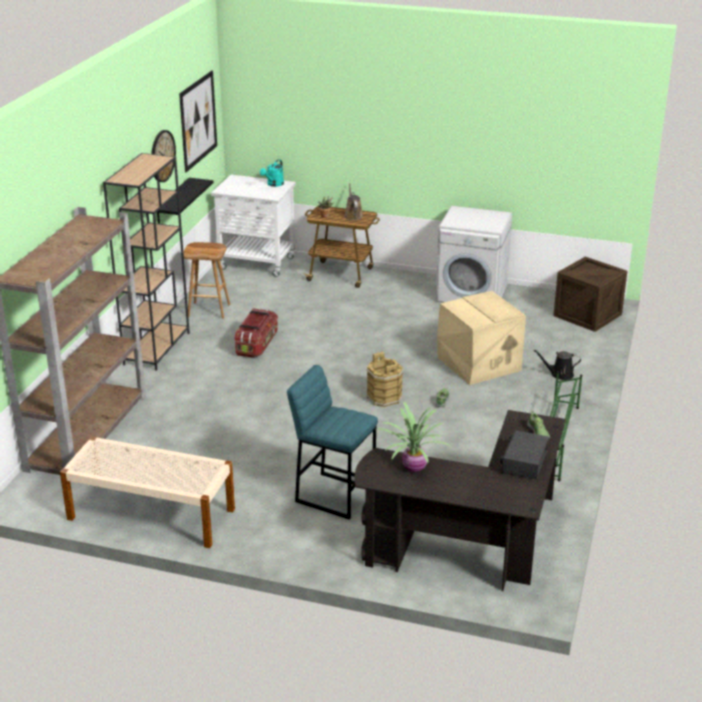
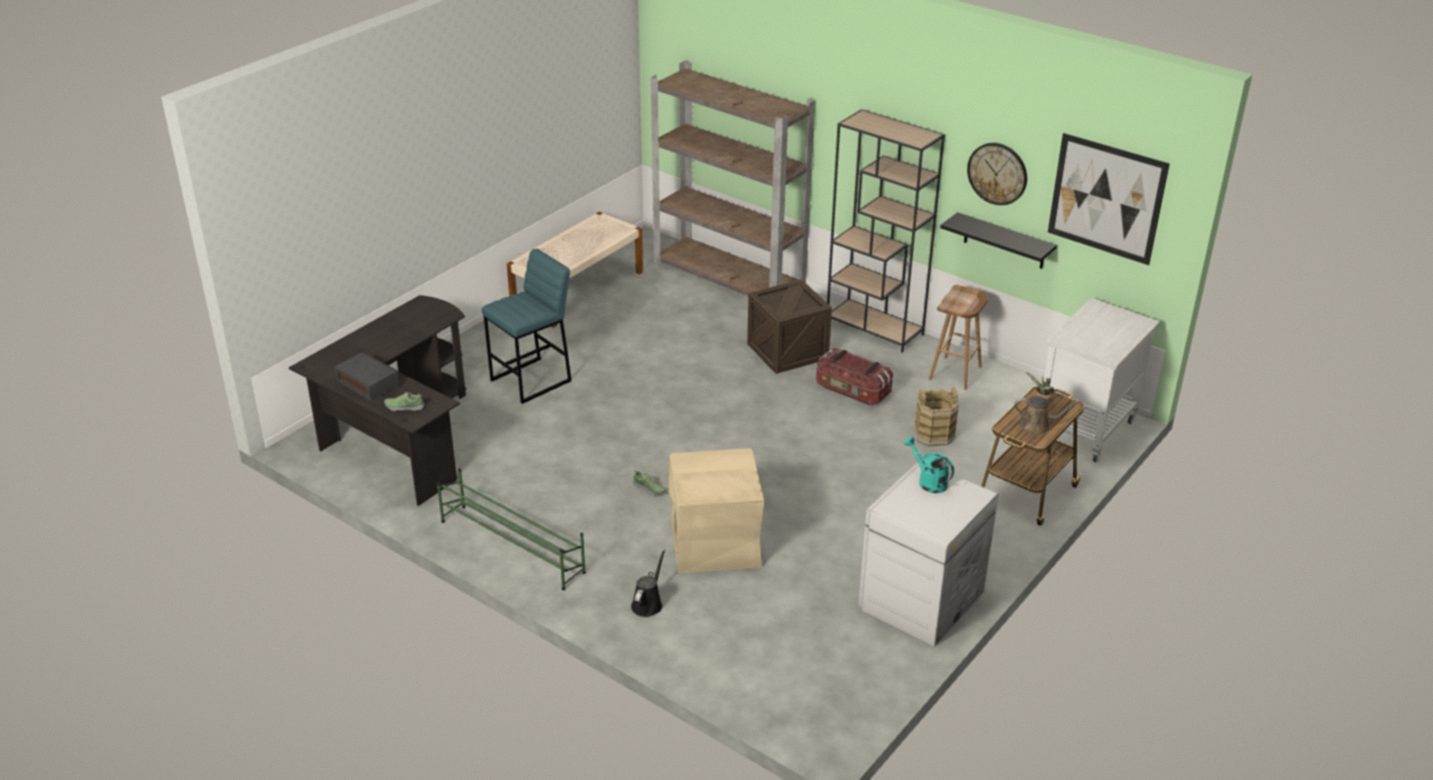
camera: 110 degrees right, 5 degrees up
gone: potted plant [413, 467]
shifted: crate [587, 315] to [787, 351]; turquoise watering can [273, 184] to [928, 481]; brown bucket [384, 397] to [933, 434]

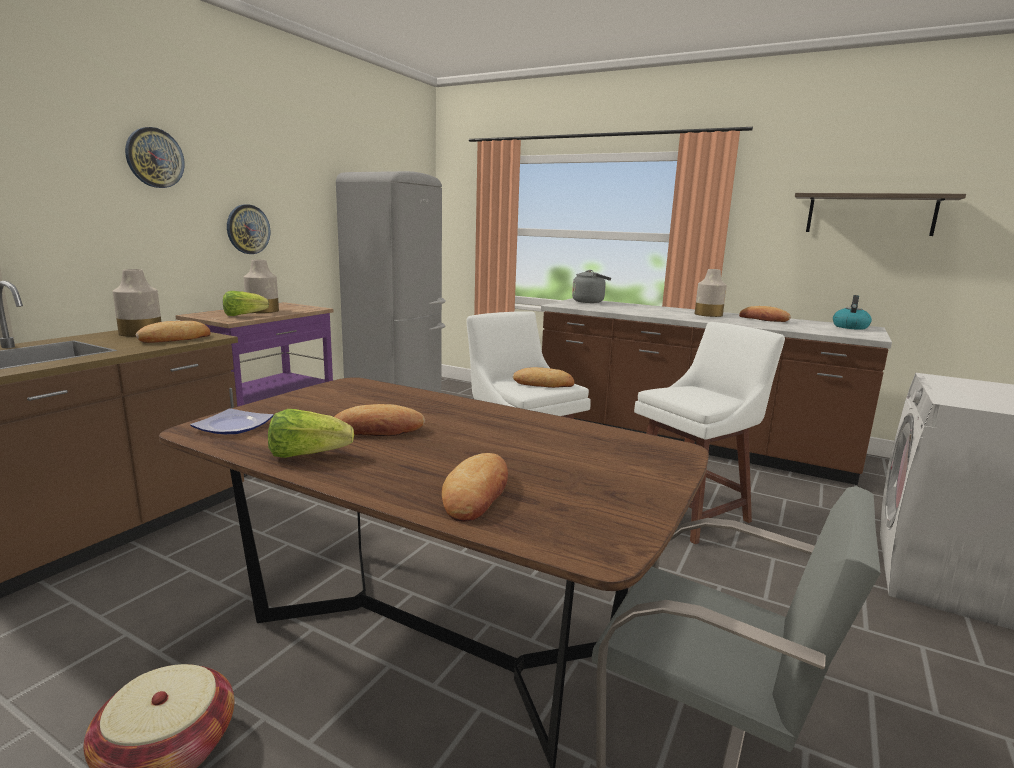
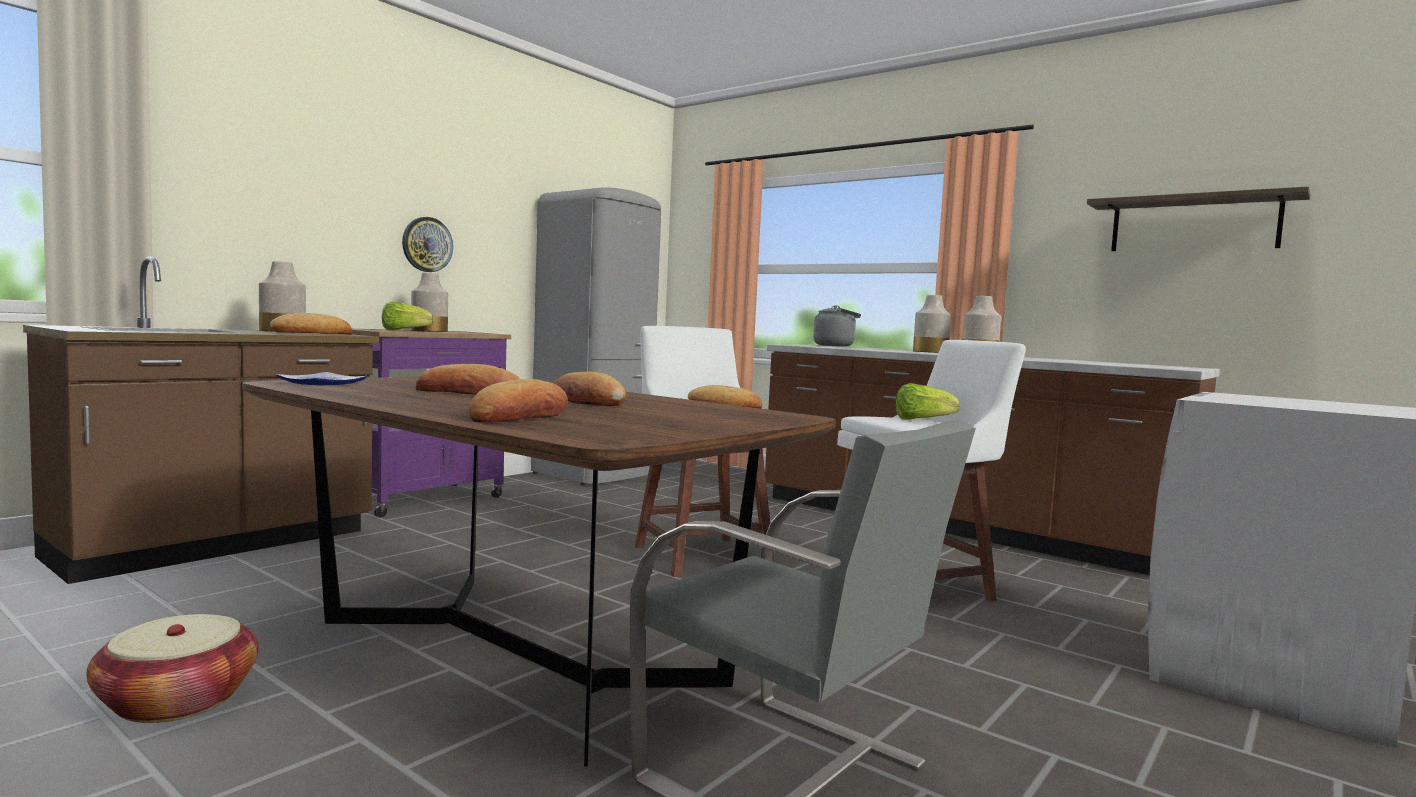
camera: 10 degrees right, 10 degrees down
gone: wall clock [154, 158]; kettle [850, 327]
new: beige vase [930, 352]
shifted: bread [763, 319] to [587, 401]; lettuce [307, 455] to [921, 420]

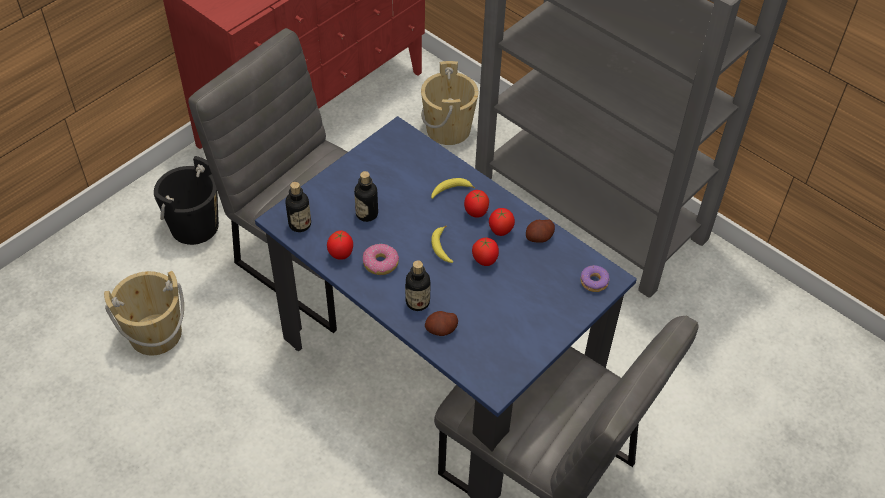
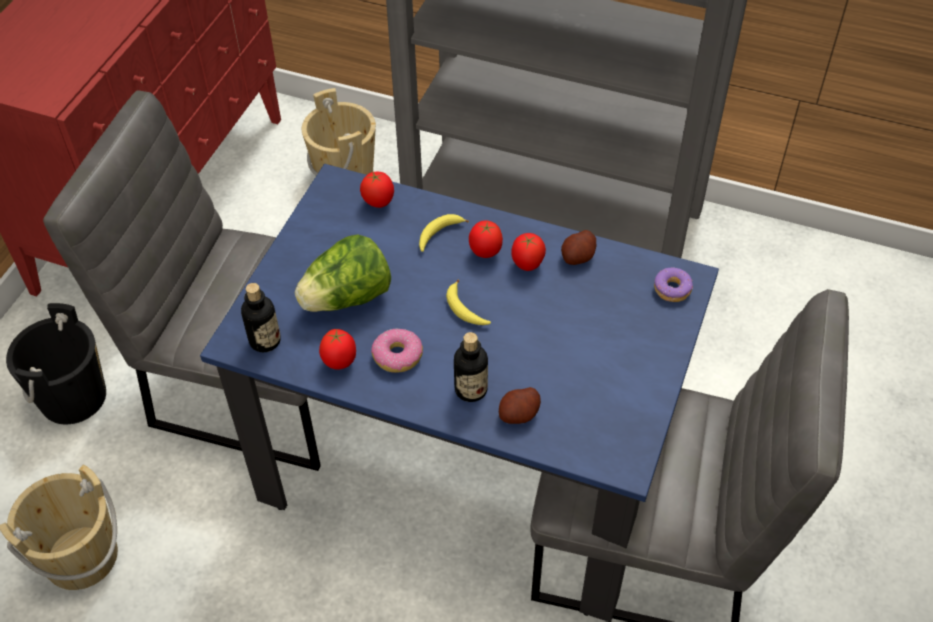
camera: 20 degrees left, 0 degrees up
shifted: tomato [485, 261] to [378, 202]
swapped: bottle [367, 214] to lettuce [347, 298]

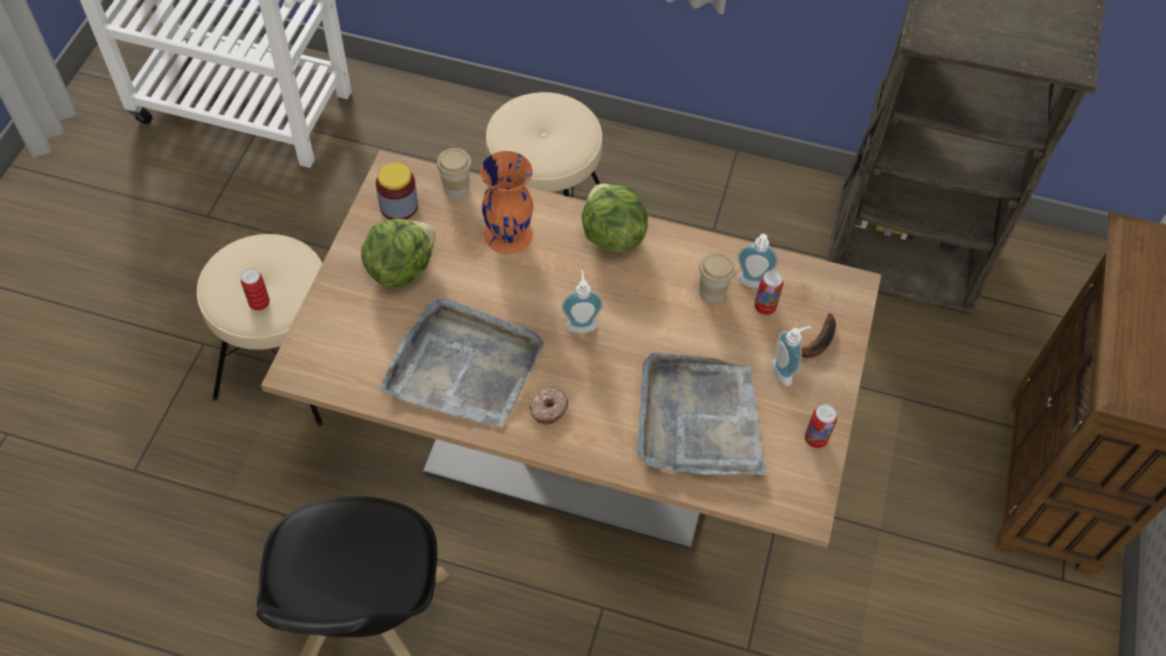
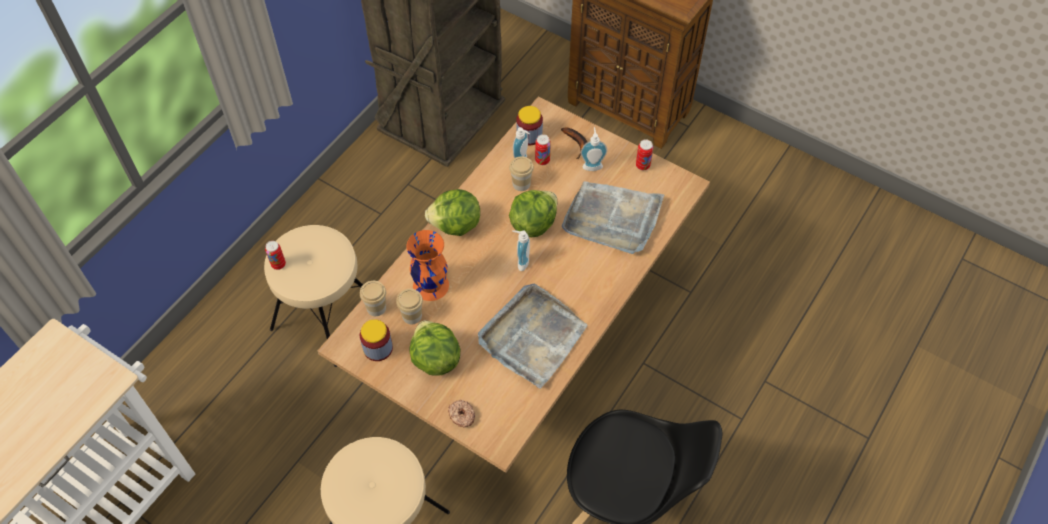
camera: 70 degrees left, 0 degrees up
new: cup [412, 316]; lettuce [533, 224]; jar [529, 135]
shifted: can [259, 303] to [278, 264]; donut [548, 408] to [461, 416]

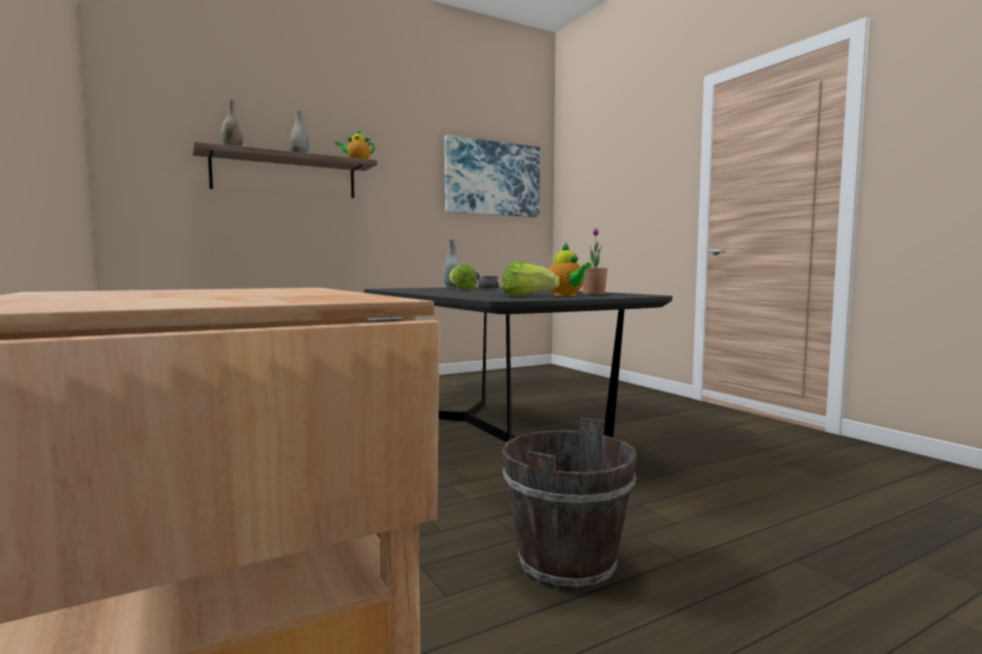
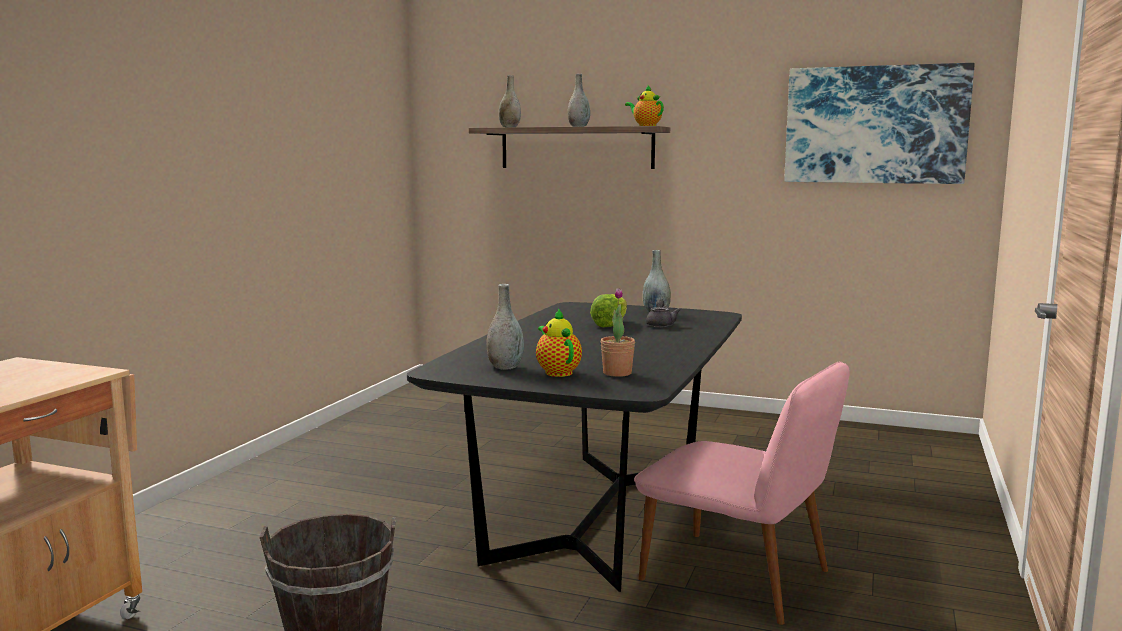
camera: 50 degrees right, 5 degrees up
new: pink chair [734, 575]
swapped: lettuce [528, 296] to grey vase [505, 367]
rotated: teapot [566, 295] = [557, 372] 135 degrees clockwise

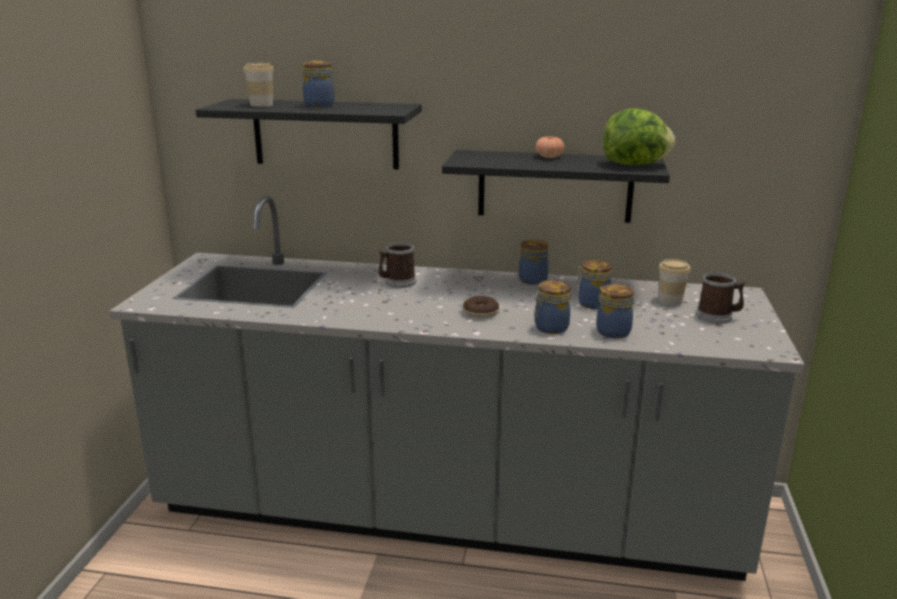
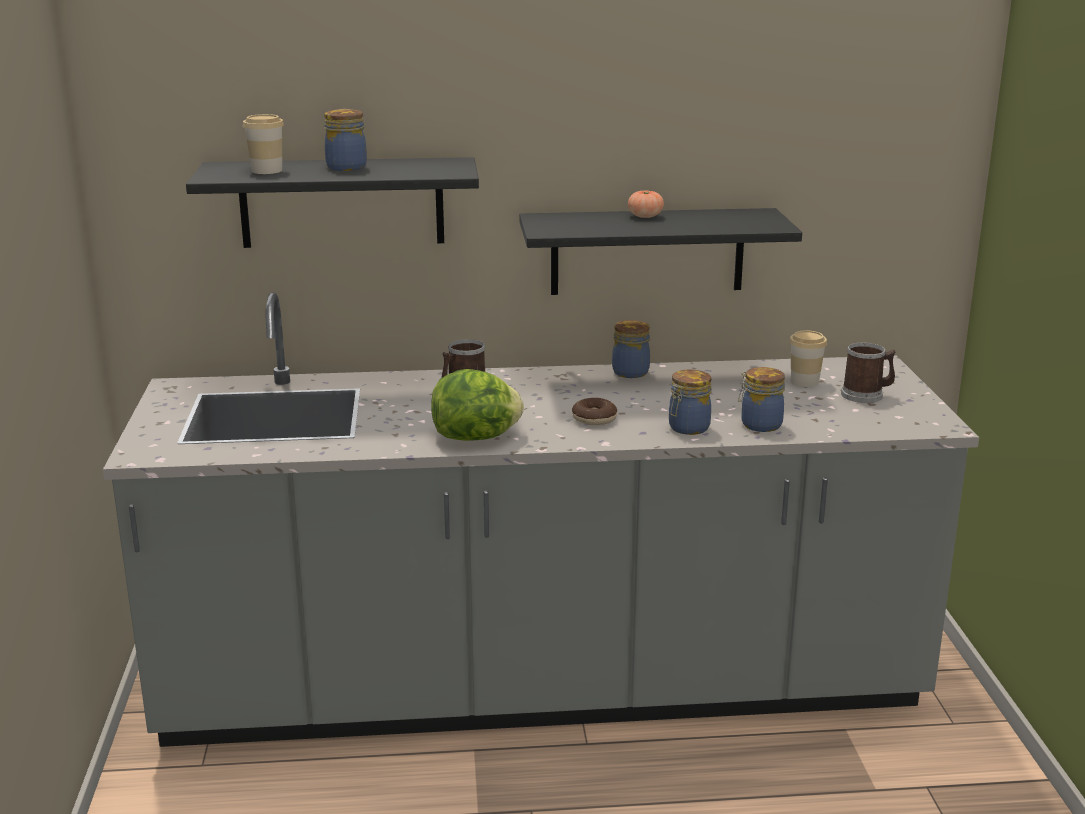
camera: 15 degrees left, 0 degrees up
gone: jar [592, 304]
shifted: lettuce [635, 164] to [476, 438]

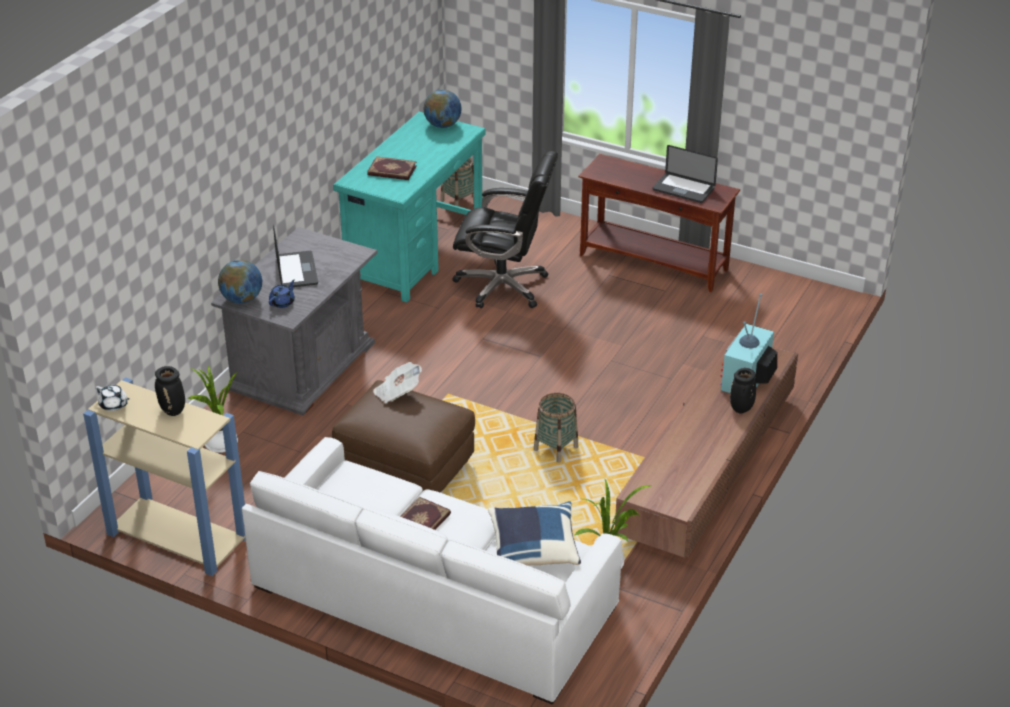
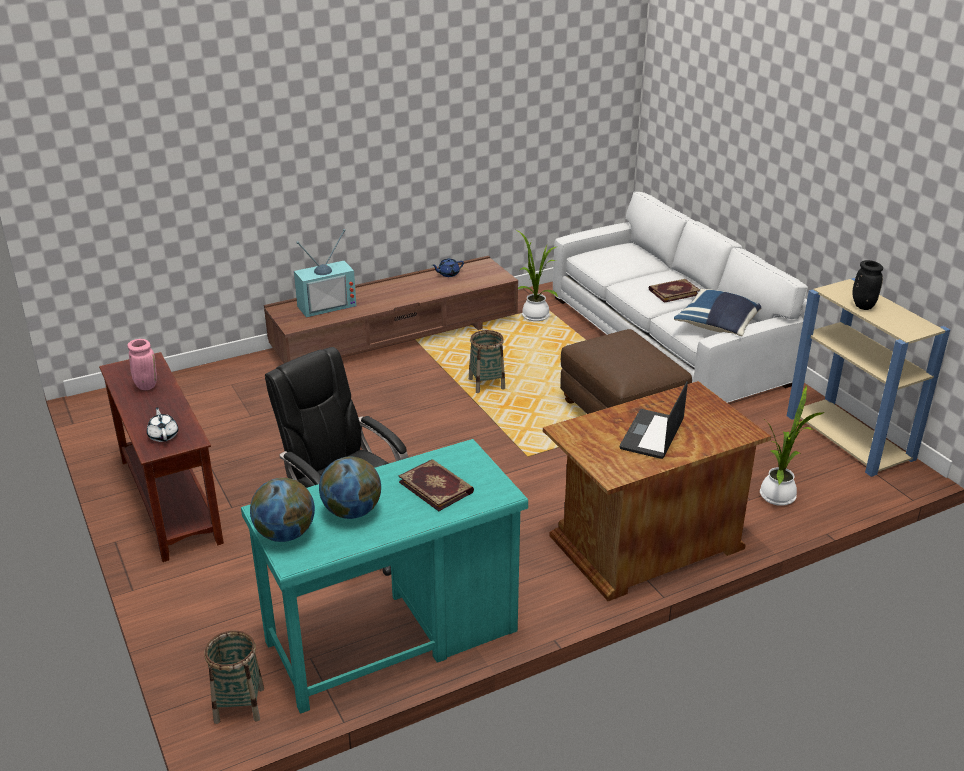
camera: 145 degrees left, 5 degrees down
gone: newspaper [397, 392]; black vase [741, 409]
shifted: white teapot [114, 405] to [163, 435]; globe [242, 299] to [352, 512]; blue teapot [282, 302] to [448, 274]; blue pillow [533, 548] to [718, 326]
swapped: laptop [683, 189] to pink vase [145, 385]
repainted: grey cabinet [304, 366] to brown cabinet [645, 542]

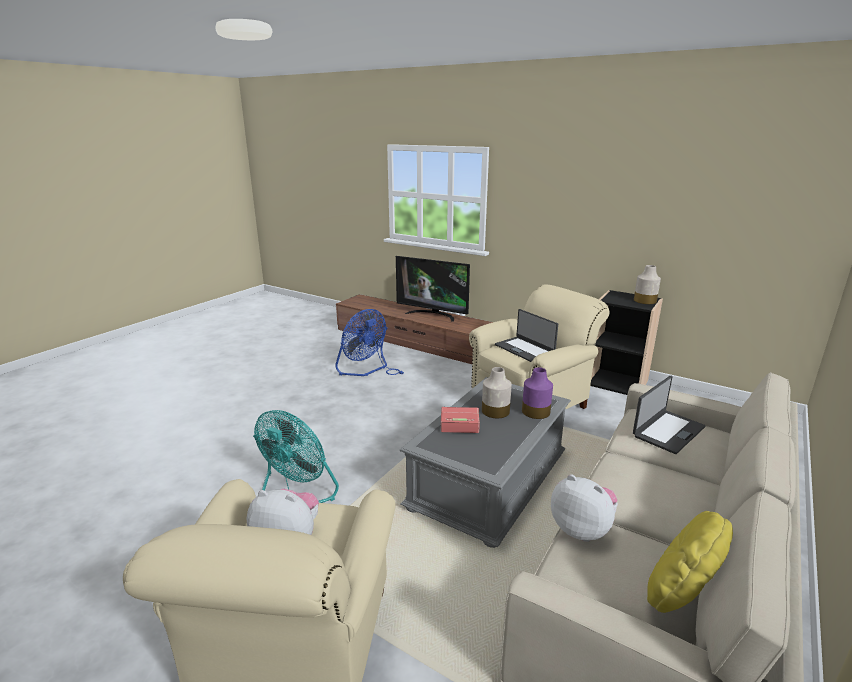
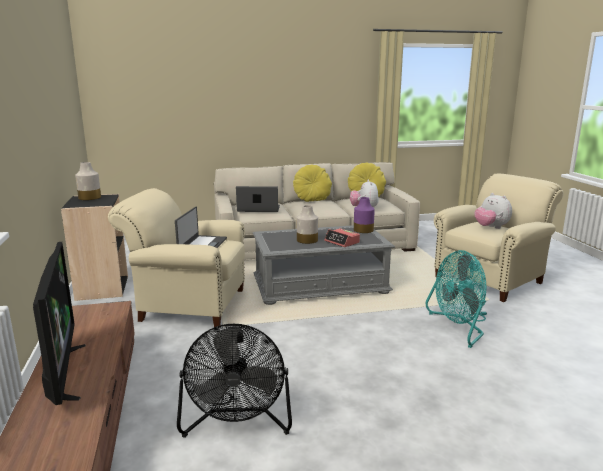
camera: 135 degrees left, 5 degrees down
new: yellow pillow [312, 200]
shifted: purple vase [535, 411] to [363, 230]
repainted: blue fan [371, 368] to black fan [233, 421]

